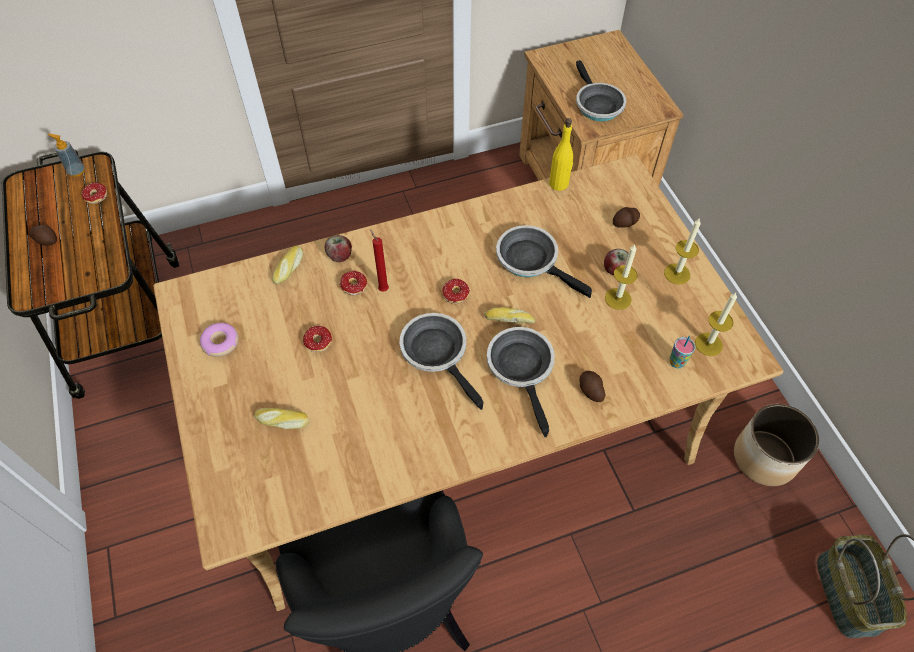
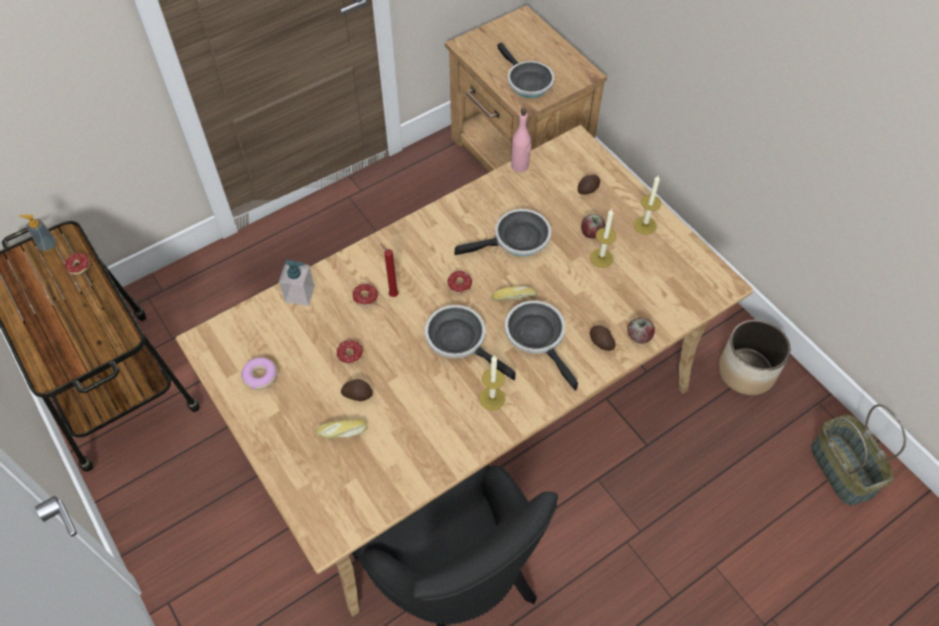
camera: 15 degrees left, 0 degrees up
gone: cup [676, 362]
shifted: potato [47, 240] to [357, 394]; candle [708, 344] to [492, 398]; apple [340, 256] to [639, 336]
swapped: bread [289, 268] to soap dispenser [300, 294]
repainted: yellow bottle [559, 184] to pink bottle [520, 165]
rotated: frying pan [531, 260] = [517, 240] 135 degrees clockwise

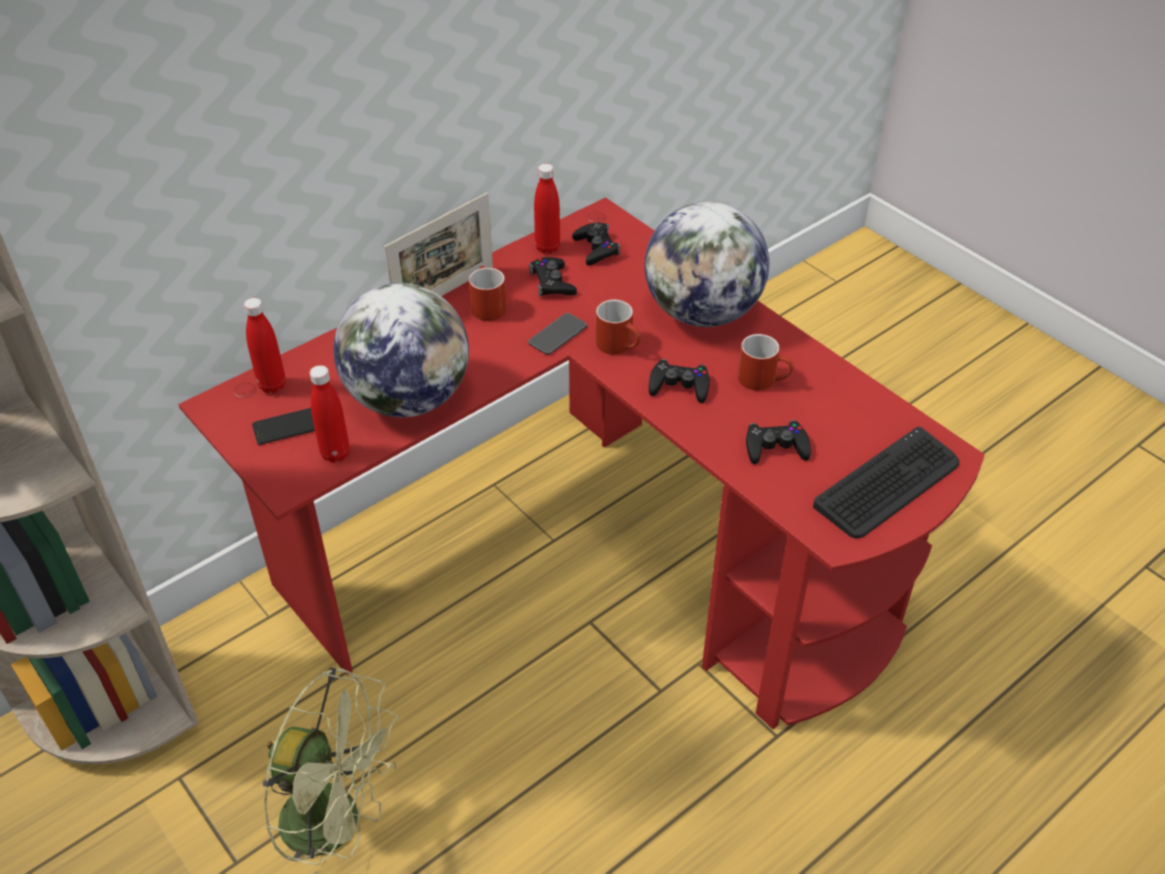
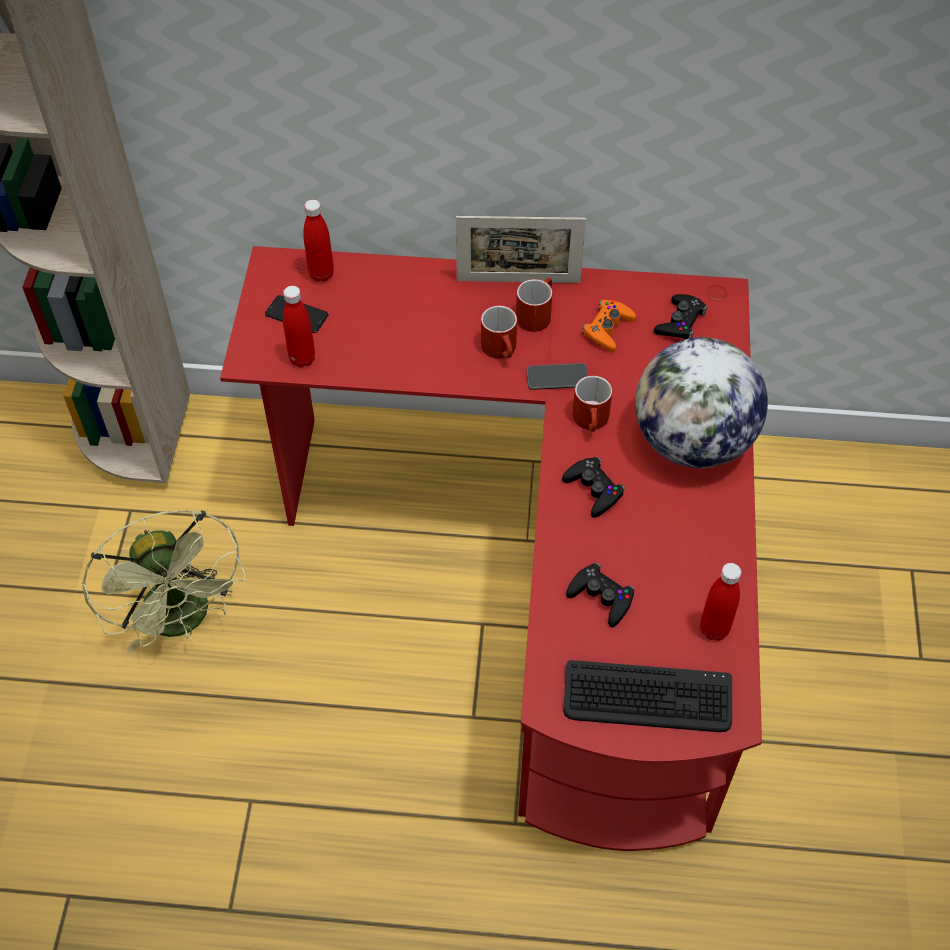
camera: 45 degrees right, 10 degrees up
gone: globe [408, 398]
shifted: red mug [764, 379] to [502, 350]; red bottle [547, 247] to [714, 629]
repainted: black game controller [552, 283] to orange game controller [608, 329]

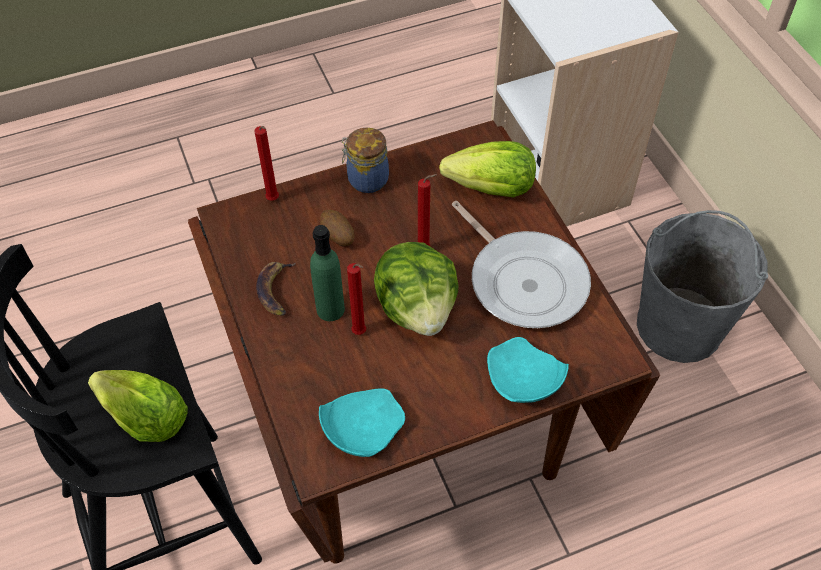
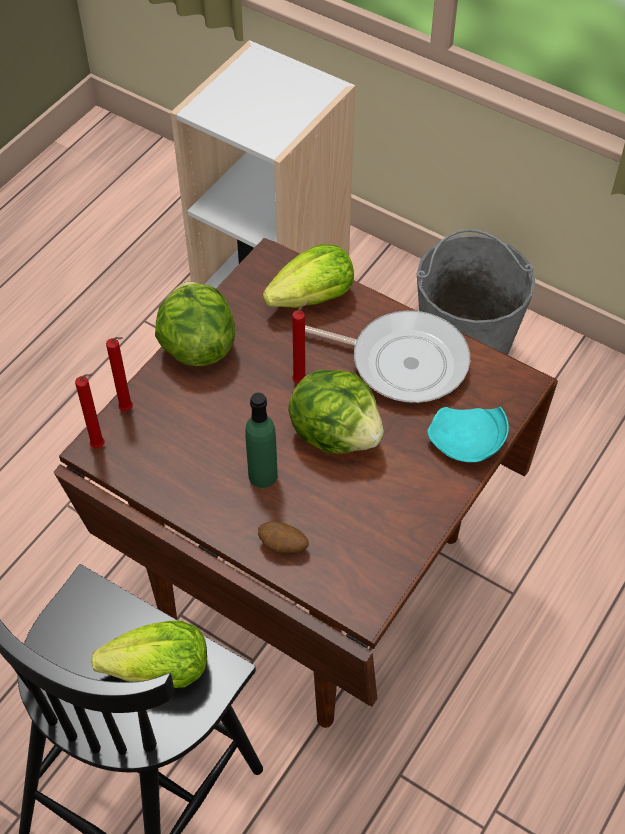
camera: 35 degrees left, 0 degrees up
gone: banana [276, 291]; turquoise plate [361, 428]
shifted: red candle [360, 333] to [100, 446]; potato [337, 237] to [283, 546]
swapped: jar [366, 179] to lettuce [197, 346]

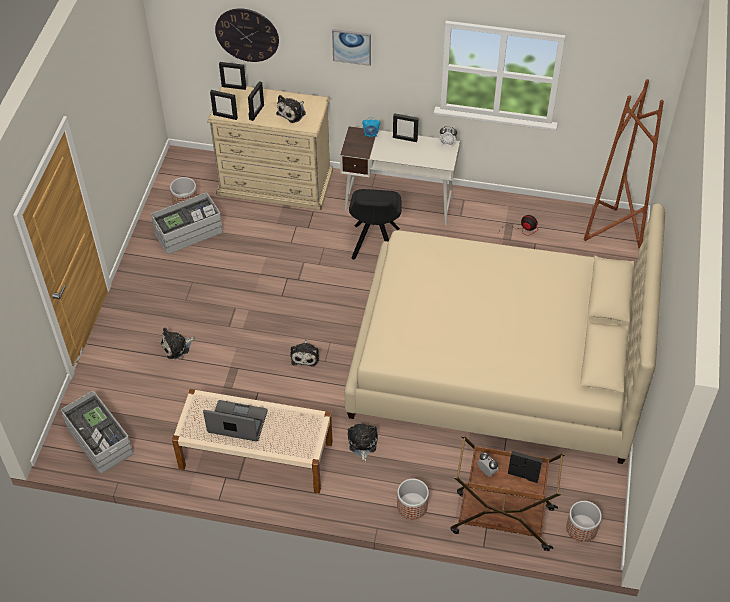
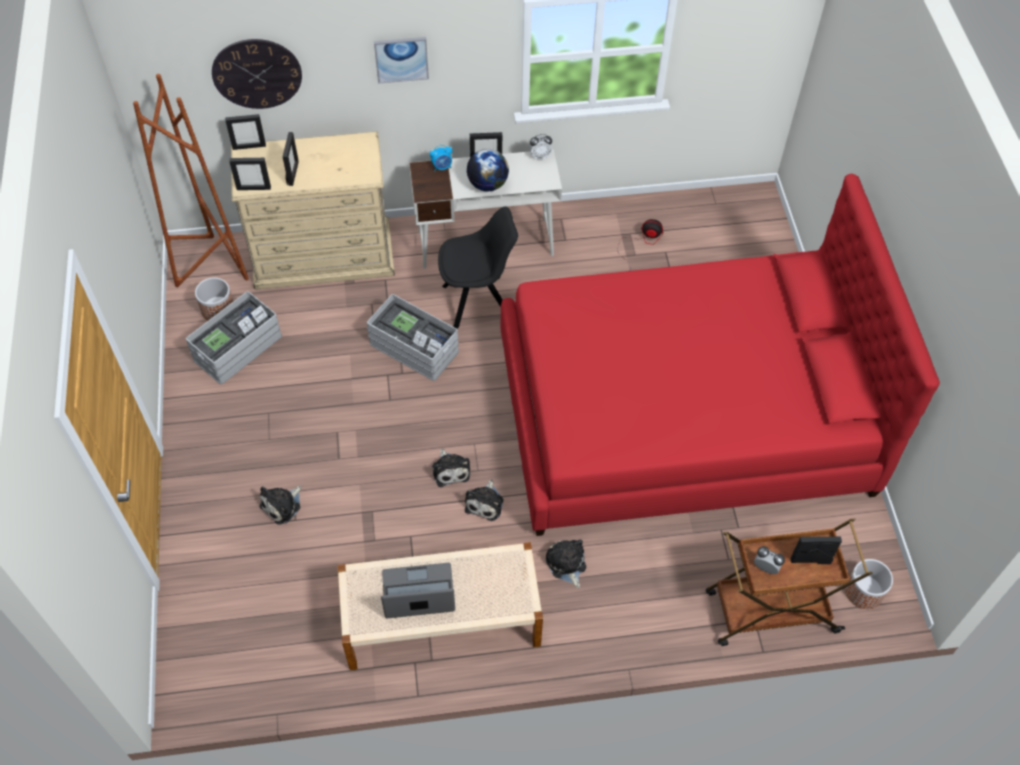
camera: 20 degrees left, 5 degrees up
gone: planter [412, 506]
new: globe [488, 184]
shifted: brown clothes rack [613, 232] to [212, 267]; grey storage box [100, 439] to [414, 347]; plush toy [292, 113] to [485, 503]
repainted: beige bed [497, 364] to red bed [683, 414]
rotated: black chair [375, 243] = [477, 301] 90 degrees counterclockwise

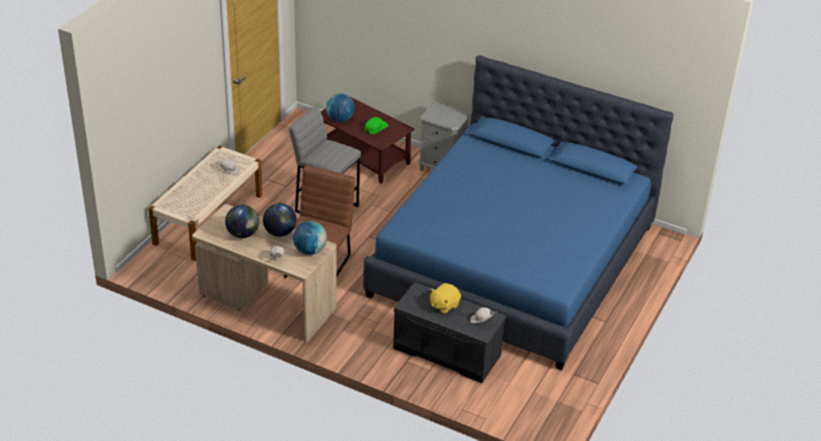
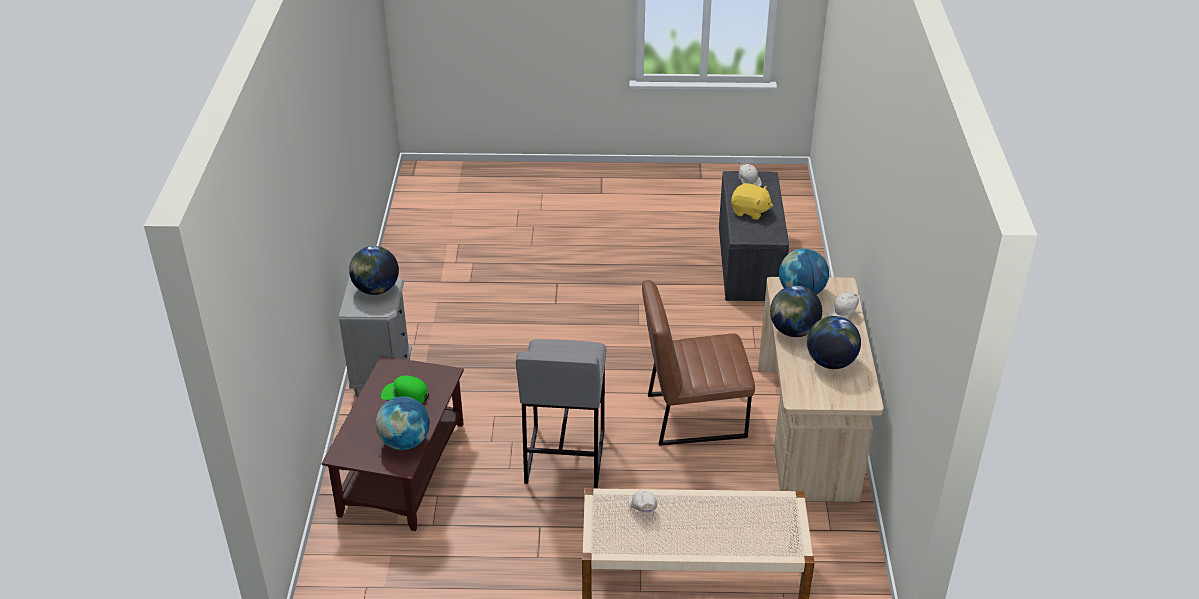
camera: 115 degrees left, 0 degrees up
gone: blue bed [513, 260]
new: globe [376, 289]

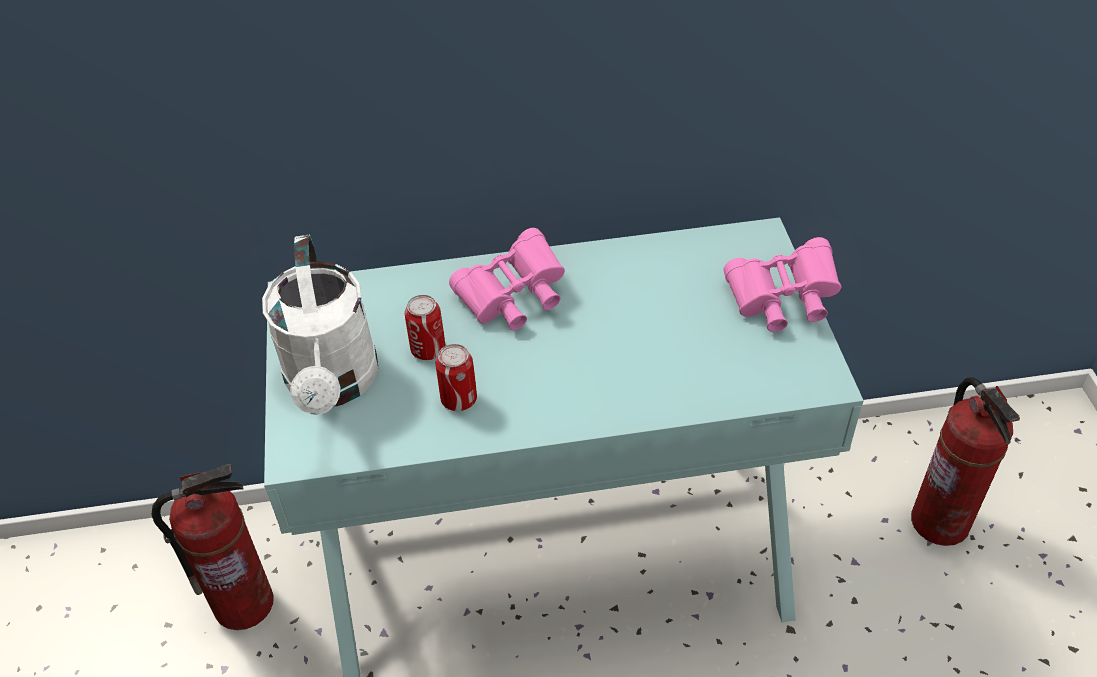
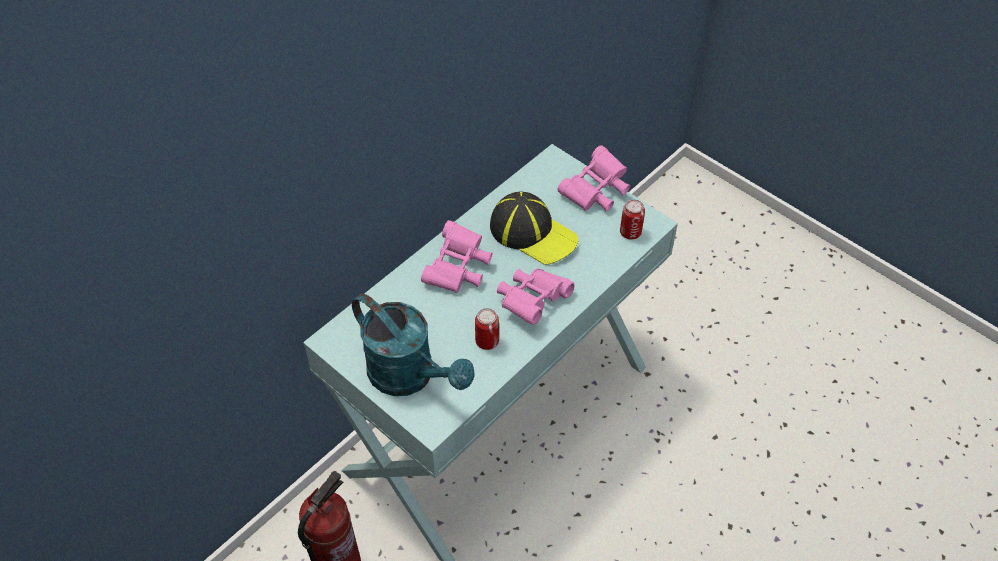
camera: 40 degrees left, 5 degrees up
gone: fire extinguisher [941, 522]
new: cap [533, 233]; pink binoculars [532, 301]
shifted: can [428, 349] to [630, 232]
repainted: white watering can [333, 385] to turquoise watering can [410, 376]

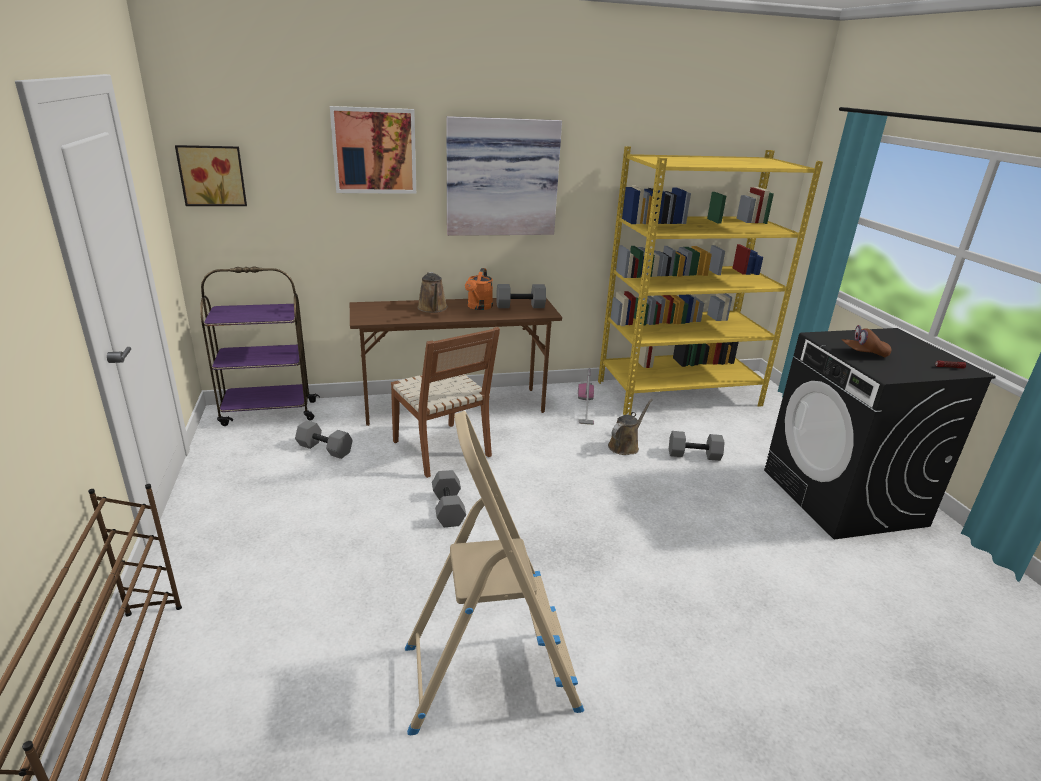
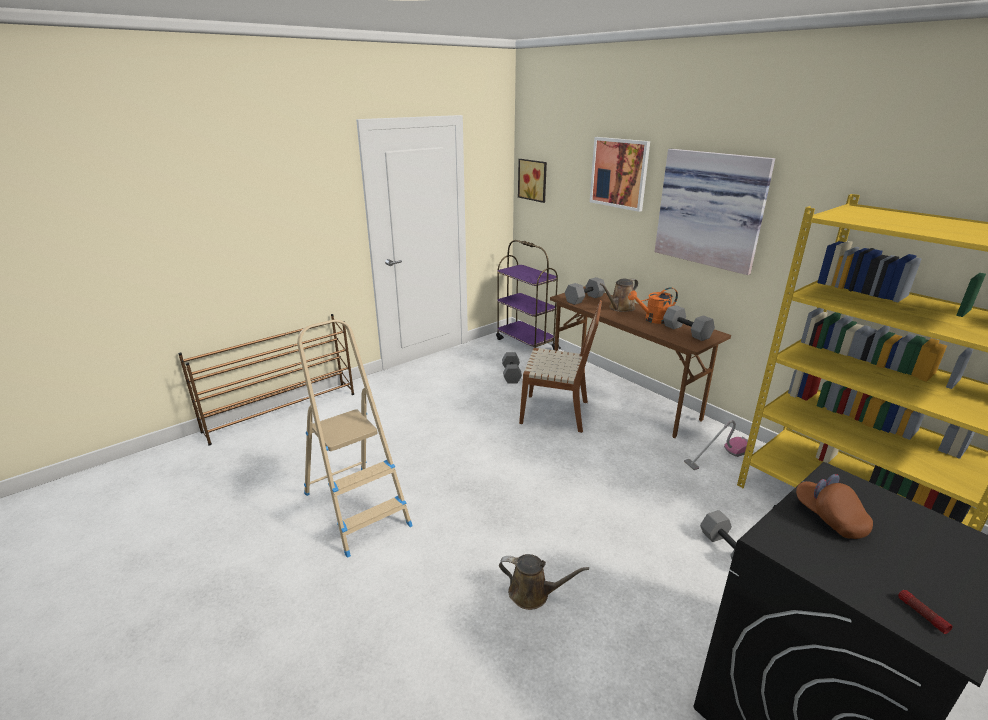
camera: 65 degrees right, 0 degrees up
shifted: brown watering can [625, 446] to [533, 593]; grey dumbbell [449, 509] to [584, 299]
rotated: chair [443, 452] = [558, 414] 105 degrees counterclockwise

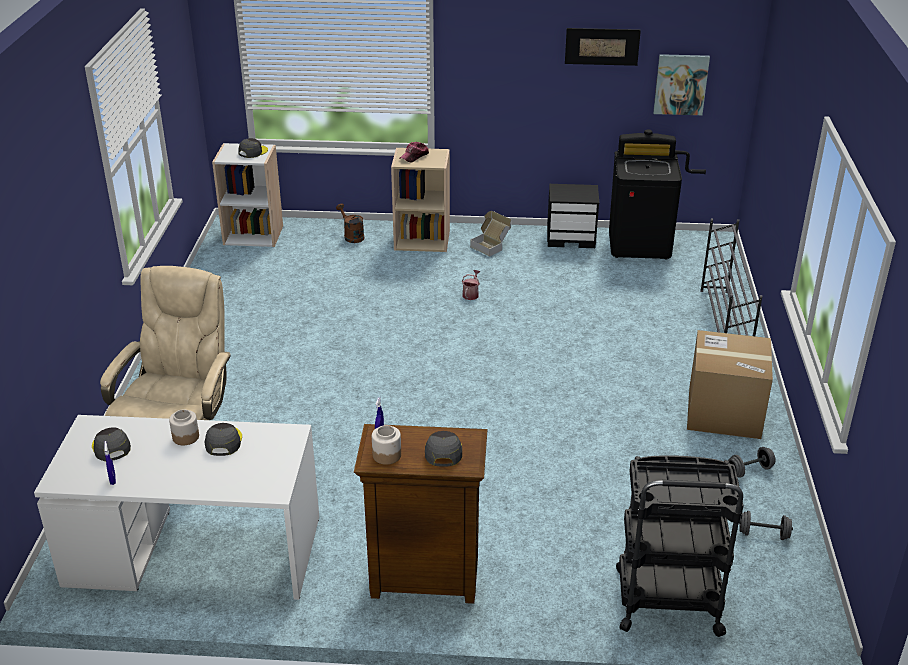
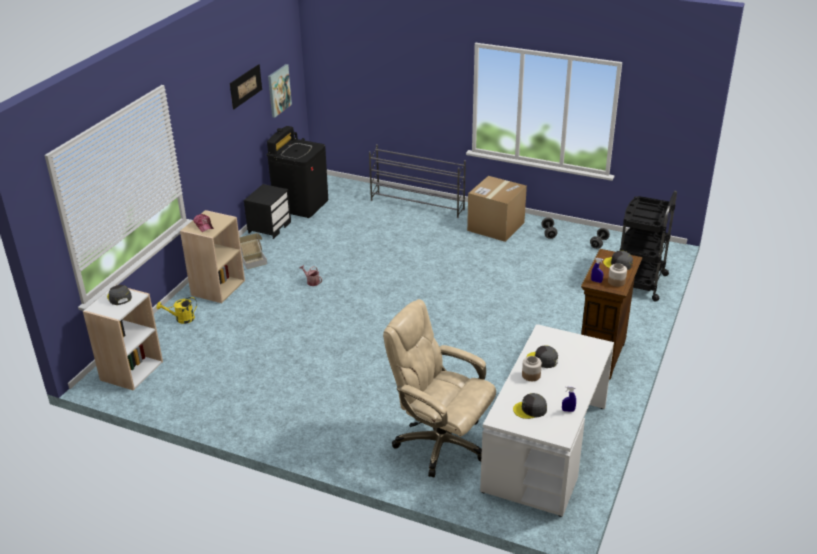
camera: 70 degrees left, 0 degrees up
repainted: brown watering can [352, 236] to yellow watering can [181, 319]

